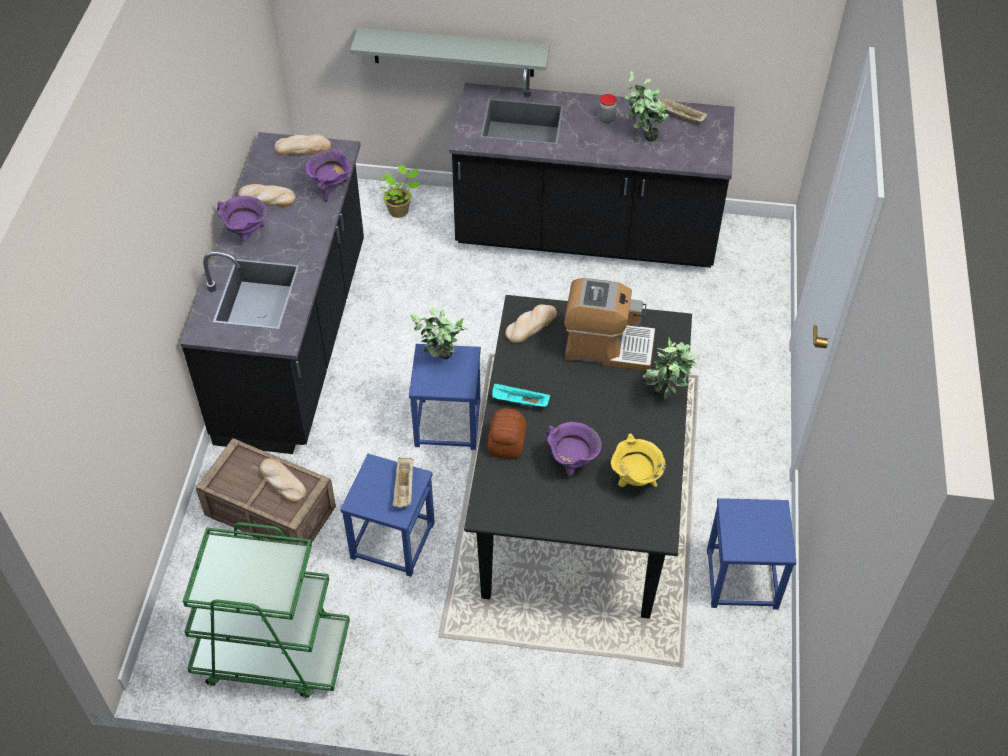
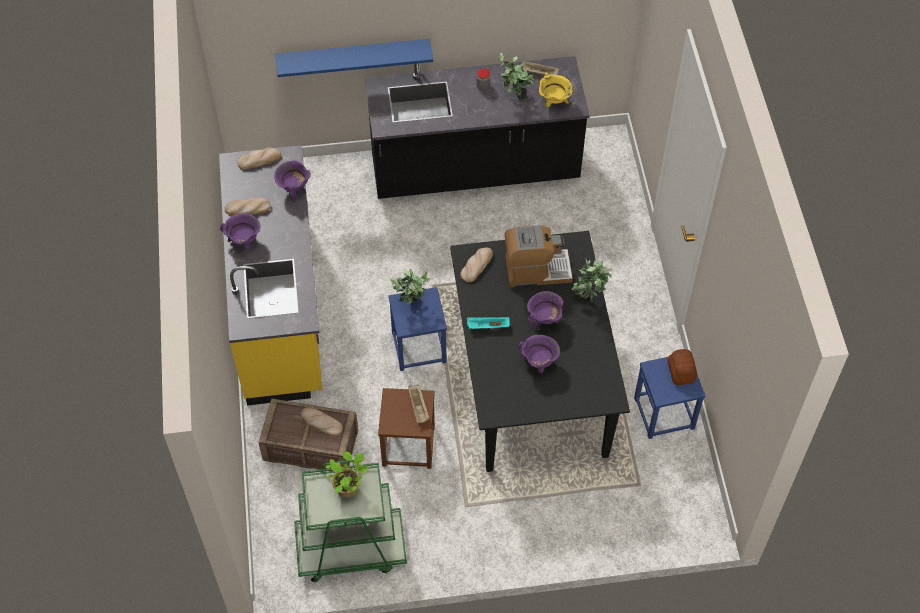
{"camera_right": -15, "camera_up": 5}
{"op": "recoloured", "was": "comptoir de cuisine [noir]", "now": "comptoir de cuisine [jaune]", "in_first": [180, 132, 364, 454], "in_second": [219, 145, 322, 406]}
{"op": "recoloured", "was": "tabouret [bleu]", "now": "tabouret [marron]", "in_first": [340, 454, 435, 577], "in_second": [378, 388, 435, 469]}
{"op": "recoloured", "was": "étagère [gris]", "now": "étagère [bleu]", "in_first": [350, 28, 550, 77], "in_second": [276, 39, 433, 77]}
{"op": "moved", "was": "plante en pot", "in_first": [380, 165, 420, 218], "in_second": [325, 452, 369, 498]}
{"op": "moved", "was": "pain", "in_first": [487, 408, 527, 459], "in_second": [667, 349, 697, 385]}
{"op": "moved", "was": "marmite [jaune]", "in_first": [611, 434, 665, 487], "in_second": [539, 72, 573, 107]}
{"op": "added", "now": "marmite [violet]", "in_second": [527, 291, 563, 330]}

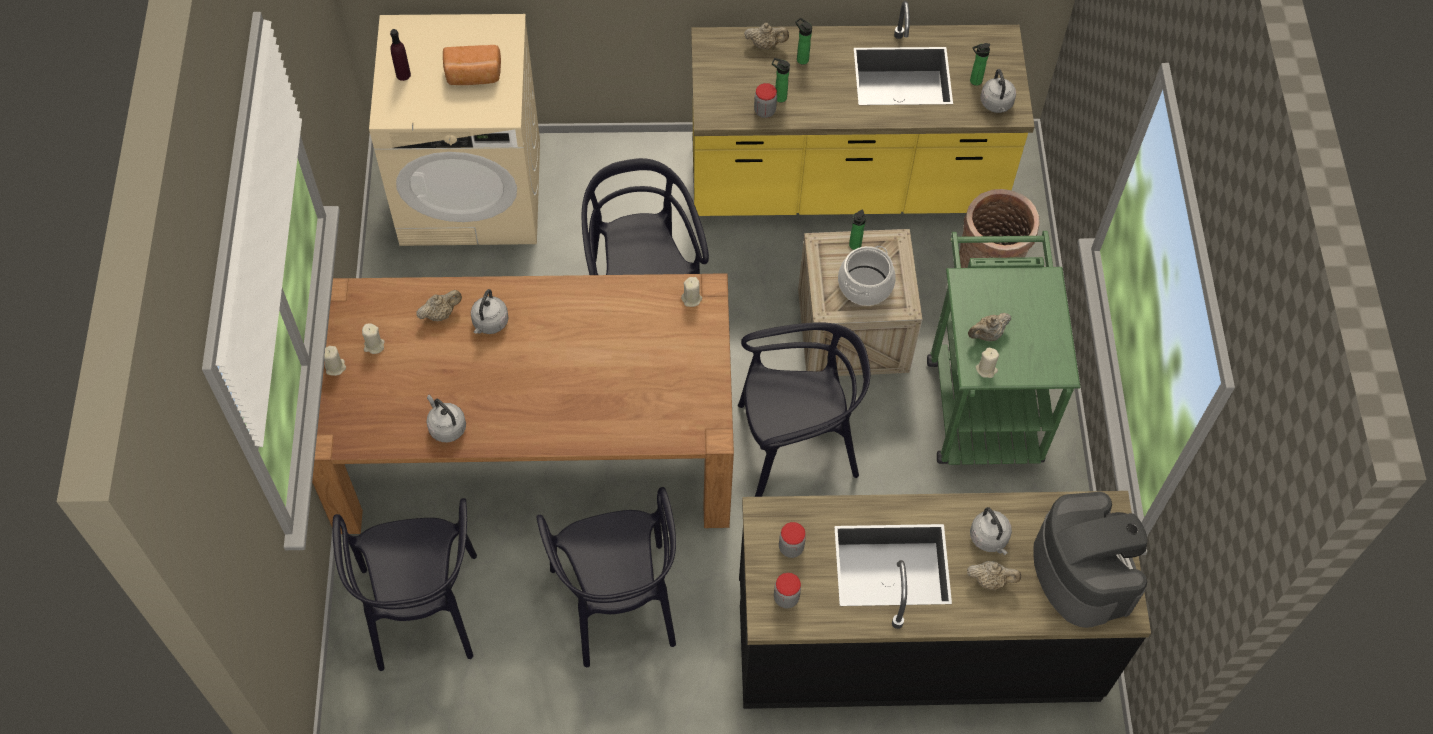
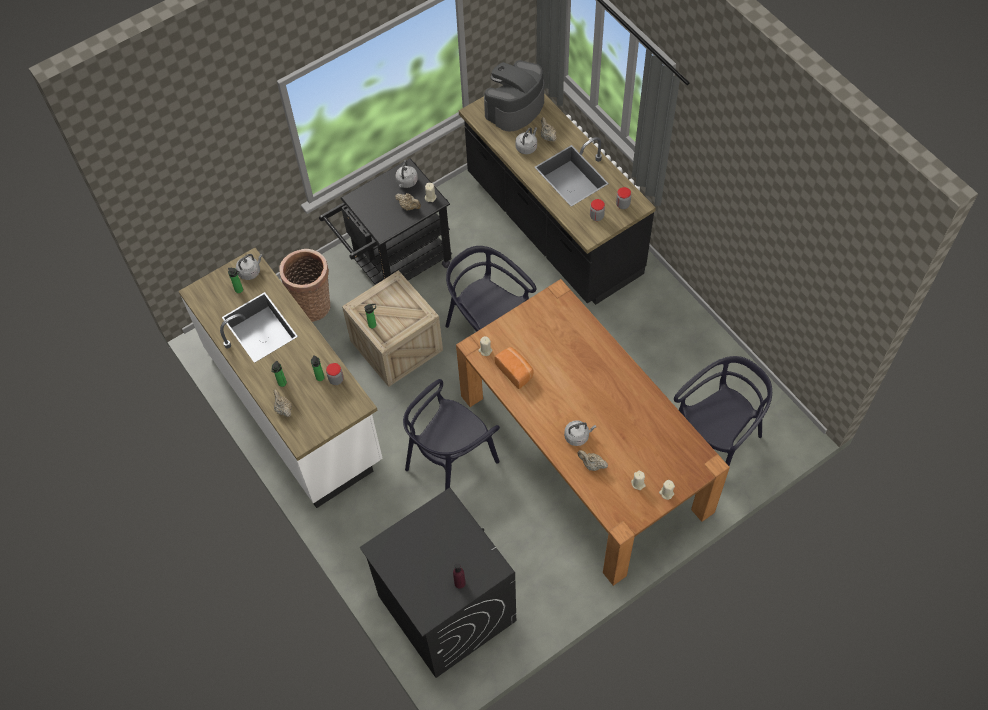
{"camera_right": -120, "camera_up": 0}
{"op": "recoloured", "was": "lave-linge [beige]", "now": "lave-linge [noir]", "in_first": [369, 14, 540, 246], "in_second": [360, 488, 516, 678]}
{"op": "moved", "was": "bouilloire [gris]", "in_first": [426, 395, 466, 442], "in_second": [395, 160, 418, 188]}
{"op": "moved", "was": "pain", "in_first": [443, 45, 501, 85], "in_second": [495, 347, 534, 389]}
{"op": "removed", "was": "chaise [noir]", "in_first": [537, 487, 676, 667]}
{"op": "recoloured", "was": "comptoir de cuisine [jaune]", "now": "comptoir de cuisine [blanc]", "in_first": [691, 1, 1035, 216], "in_second": [179, 248, 383, 508]}
{"op": "removed", "was": "marmite", "in_first": [838, 246, 896, 306]}
{"op": "recoloured", "was": "chariot [vert]", "now": "chariot [noir]", "in_first": [927, 231, 1080, 465], "in_second": [319, 158, 452, 285]}

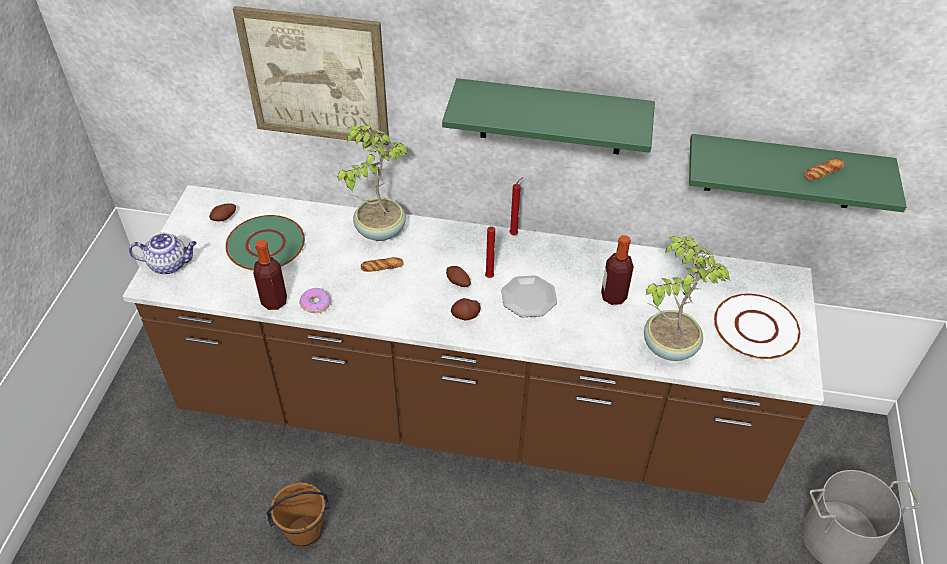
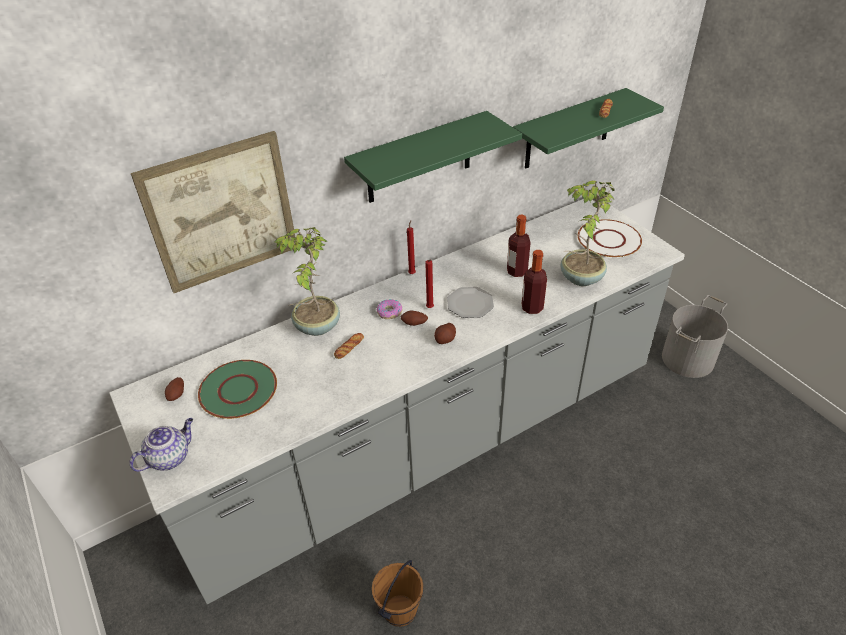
{"camera_right": -40, "camera_up": -5}
{"op": "recoloured", "was": "comptoir de cuisine [marron]", "now": "comptoir de cuisine [gris]", "in_first": [123, 185, 824, 503], "in_second": [109, 199, 685, 604]}
{"op": "moved", "was": "bouteille", "in_first": [253, 240, 287, 310], "in_second": [522, 250, 547, 314]}
{"op": "moved", "was": "beignet", "in_first": [299, 288, 331, 313], "in_second": [377, 299, 402, 319]}

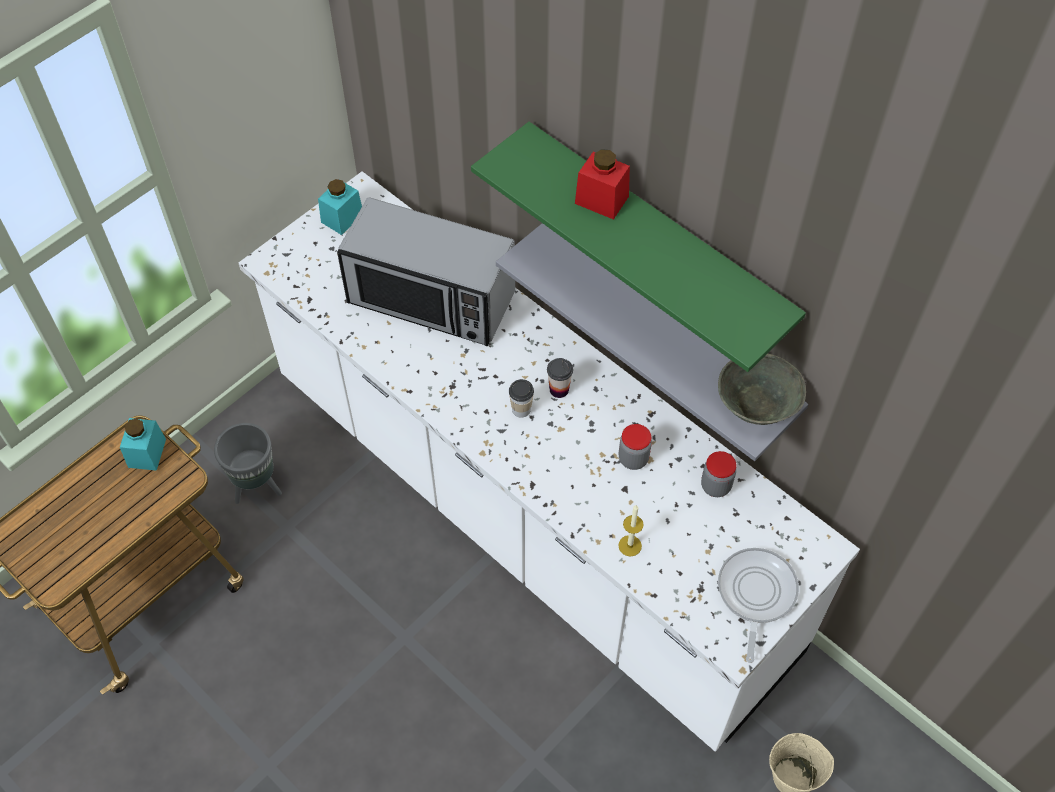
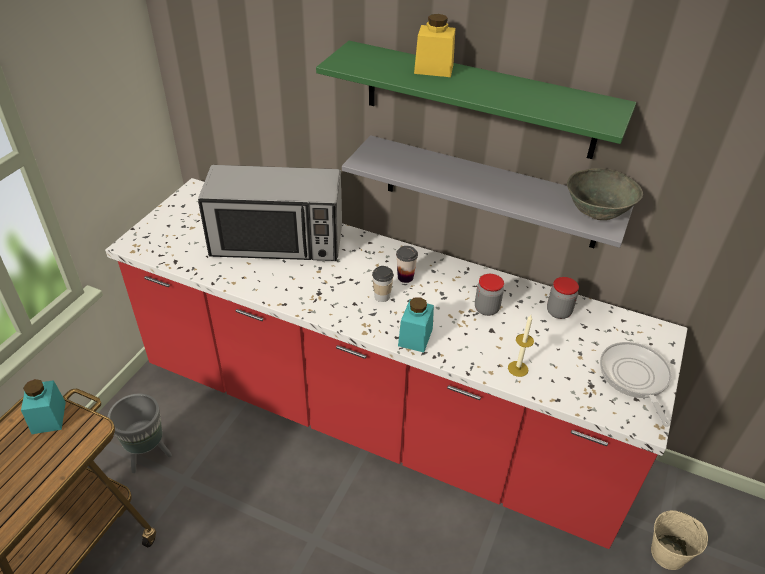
{"camera_right": -20, "camera_up": -15}
{"op": "recoloured", "was": "comptoir de cuisine [blanc]", "now": "comptoir de cuisine [rouge]", "in_first": [239, 171, 860, 752], "in_second": [105, 178, 688, 549]}
{"op": "moved", "was": "bocal [turquoise]", "in_first": [318, 179, 362, 235], "in_second": [398, 297, 434, 353]}
{"op": "recoloured", "was": "bocal [rouge]", "now": "bocal [jaune]", "in_first": [575, 149, 630, 220], "in_second": [414, 14, 455, 77]}

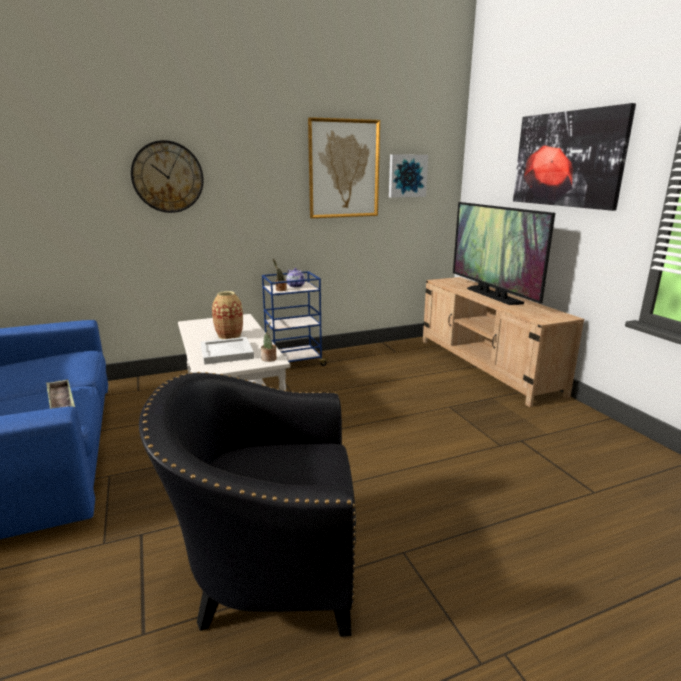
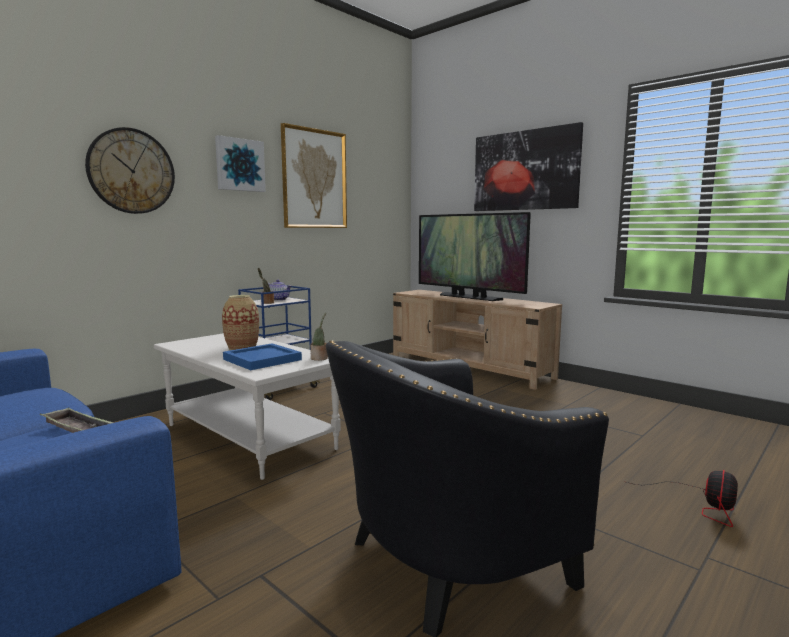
{"camera_right": -25, "camera_up": -10}
{"op": "recoloured", "was": "plateau [blanc]", "now": "plateau [bleu]", "in_first": [201, 337, 254, 365], "in_second": [223, 343, 302, 370]}
{"op": "moved", "was": "tableau", "in_first": [389, 154, 428, 198], "in_second": [215, 135, 266, 192]}
{"op": "added", "now": "ventilateur", "in_second": [627, 470, 738, 527]}

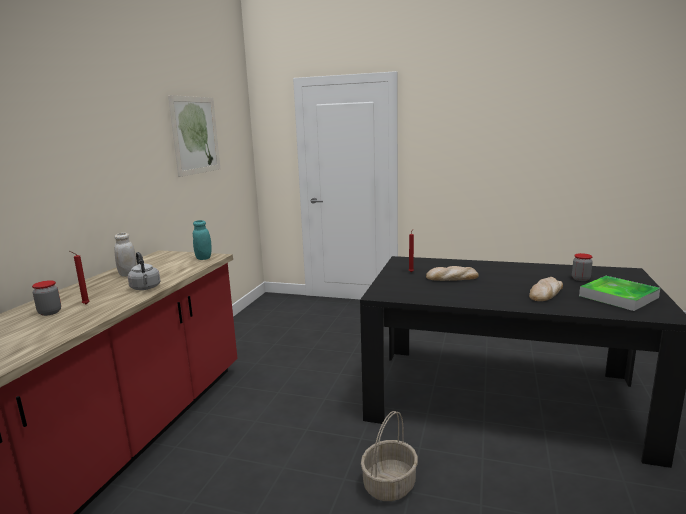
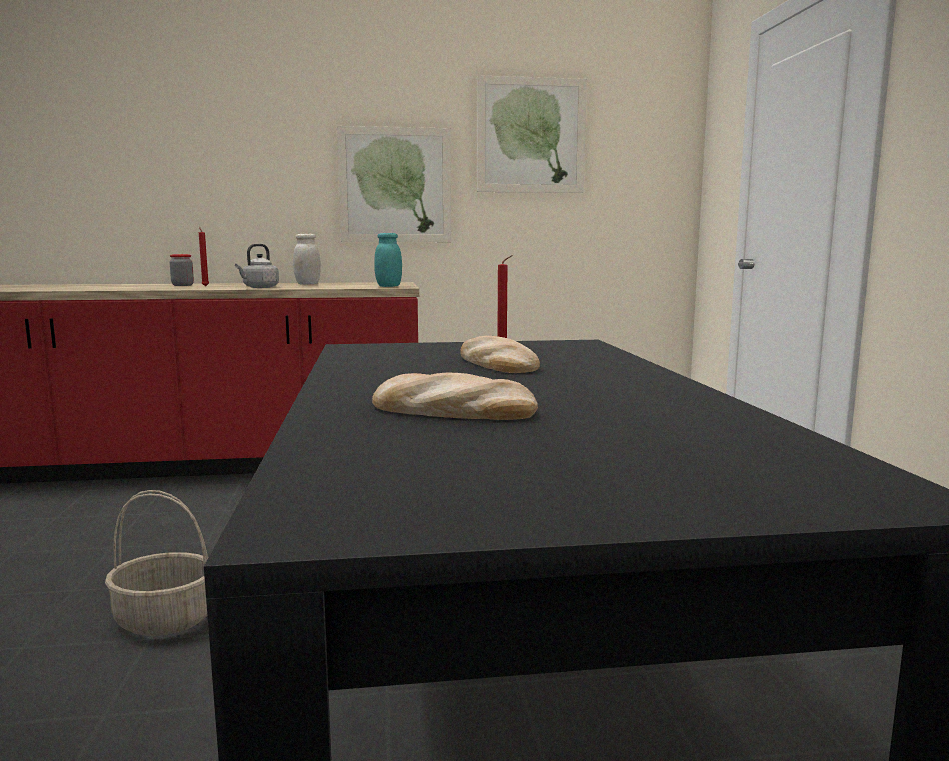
{"camera_right": 65, "camera_up": -5}
{"op": "removed", "was": "bocal", "in_first": [572, 253, 593, 281]}
{"op": "removed", "was": "plateau", "in_first": [579, 276, 660, 311]}
{"op": "added", "now": "tableau", "in_second": [337, 126, 451, 242]}

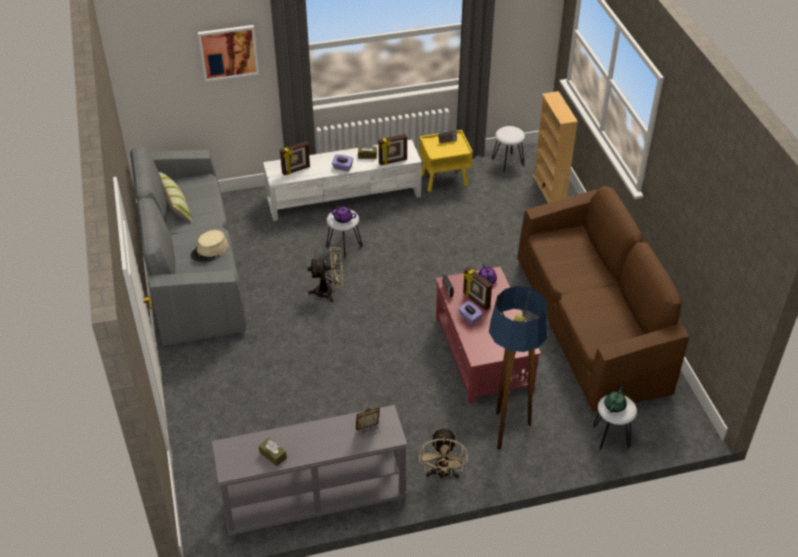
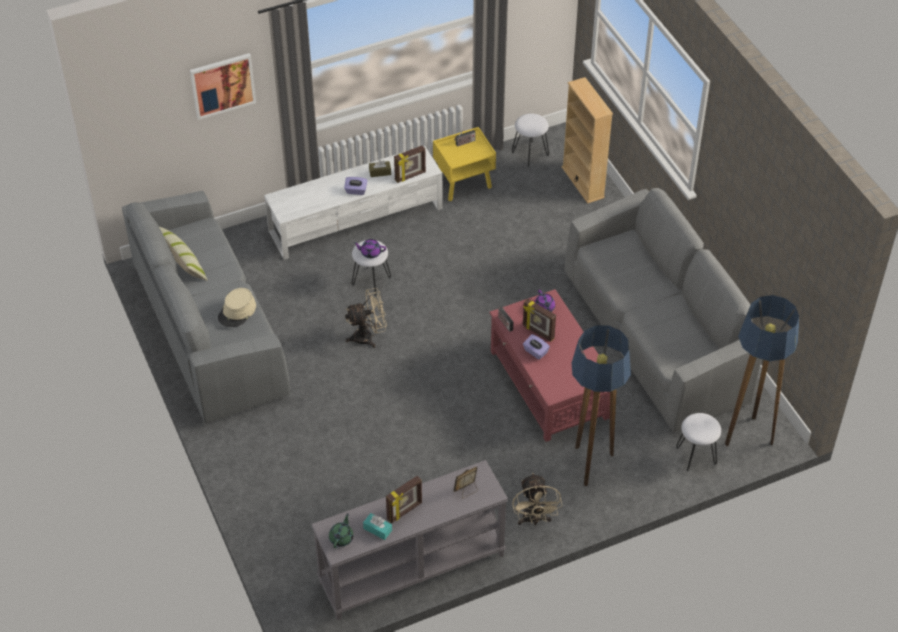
{"camera_right": -10, "camera_up": 5}
{"op": "recoloured", "was": "boîte à mouchoirs [marron]", "now": "boîte à mouchoirs [turquoise]", "in_first": [259, 438, 287, 466], "in_second": [363, 513, 392, 540]}
{"op": "moved", "was": "cadre photo", "in_first": [280, 141, 310, 175], "in_second": [386, 476, 422, 523]}
{"op": "recoloured", "was": "canapé [marron]", "now": "canapé [gris]", "in_first": [518, 186, 689, 411], "in_second": [564, 188, 762, 432]}
{"op": "moved", "was": "théière [vert]", "in_first": [604, 384, 627, 413], "in_second": [329, 513, 354, 548]}
{"op": "added", "now": "lampadaire", "in_second": [725, 295, 799, 446]}

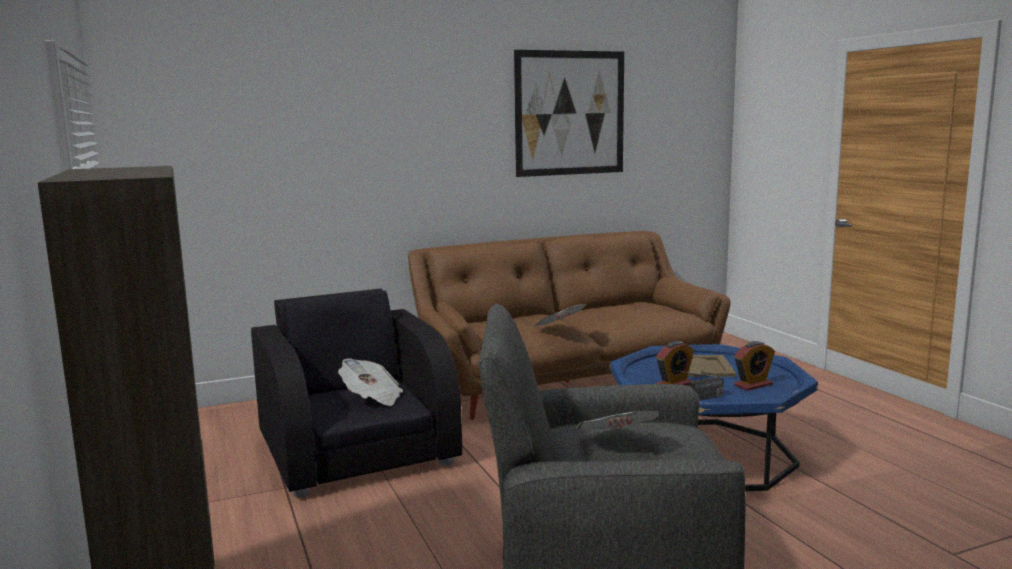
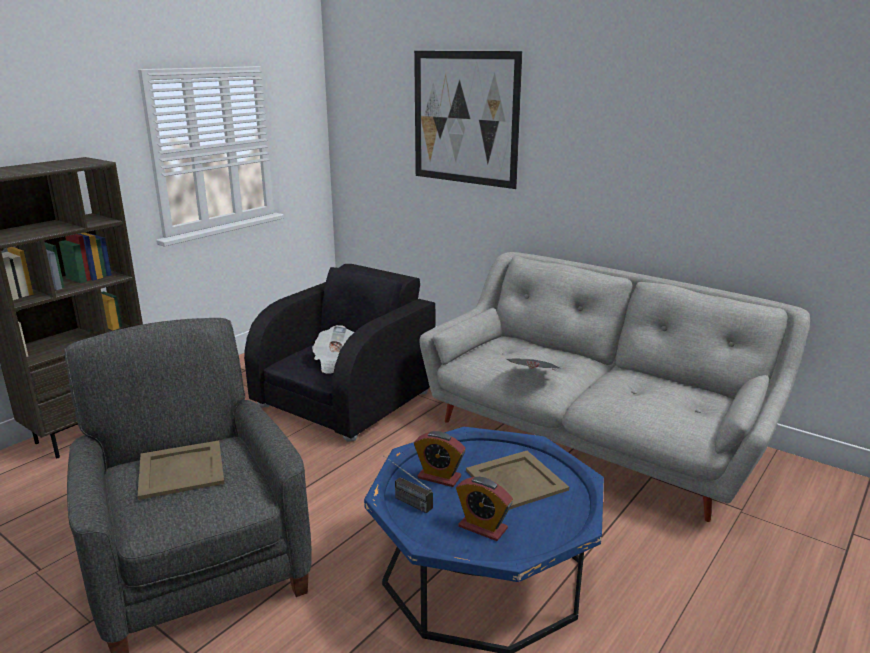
{"camera_right": 60, "camera_up": 10}
{"op": "recoloured", "was": "canapé [marron]", "now": "canapé [gris]", "in_first": [408, 231, 730, 420], "in_second": [419, 252, 810, 522]}
{"op": "moved", "was": "tableau", "in_first": [514, 50, 624, 177], "in_second": [414, 51, 522, 189]}
{"op": "replaced", "was": "journal", "now": "plateau [beige]", "in_first": [576, 410, 659, 431], "in_second": [138, 440, 225, 500]}

